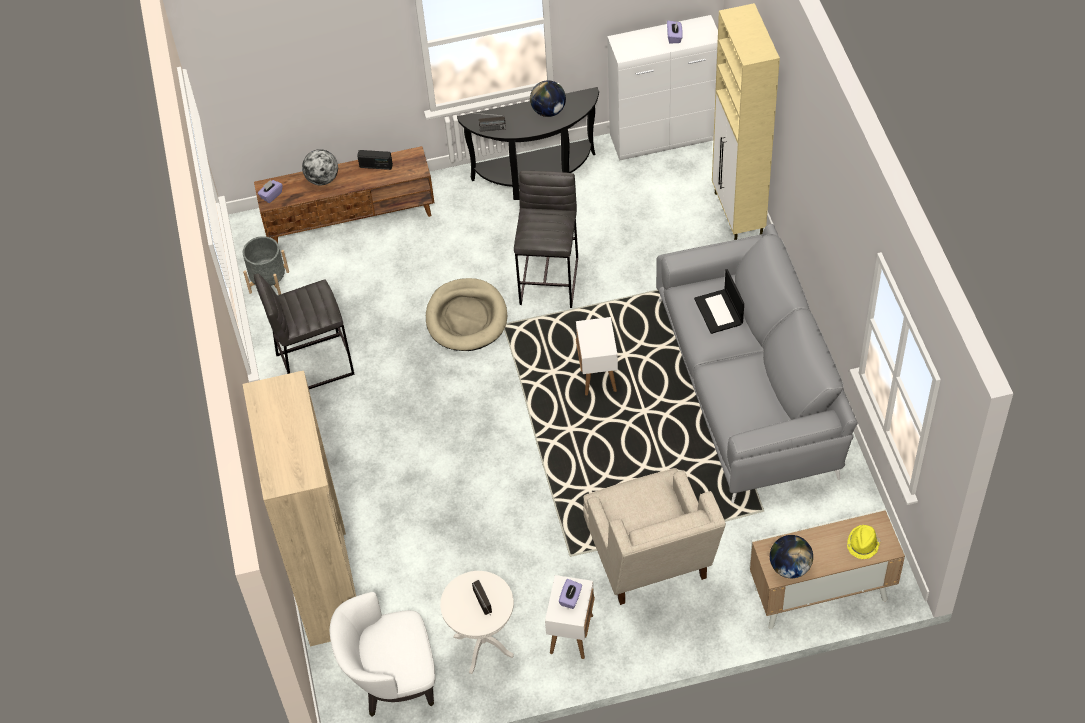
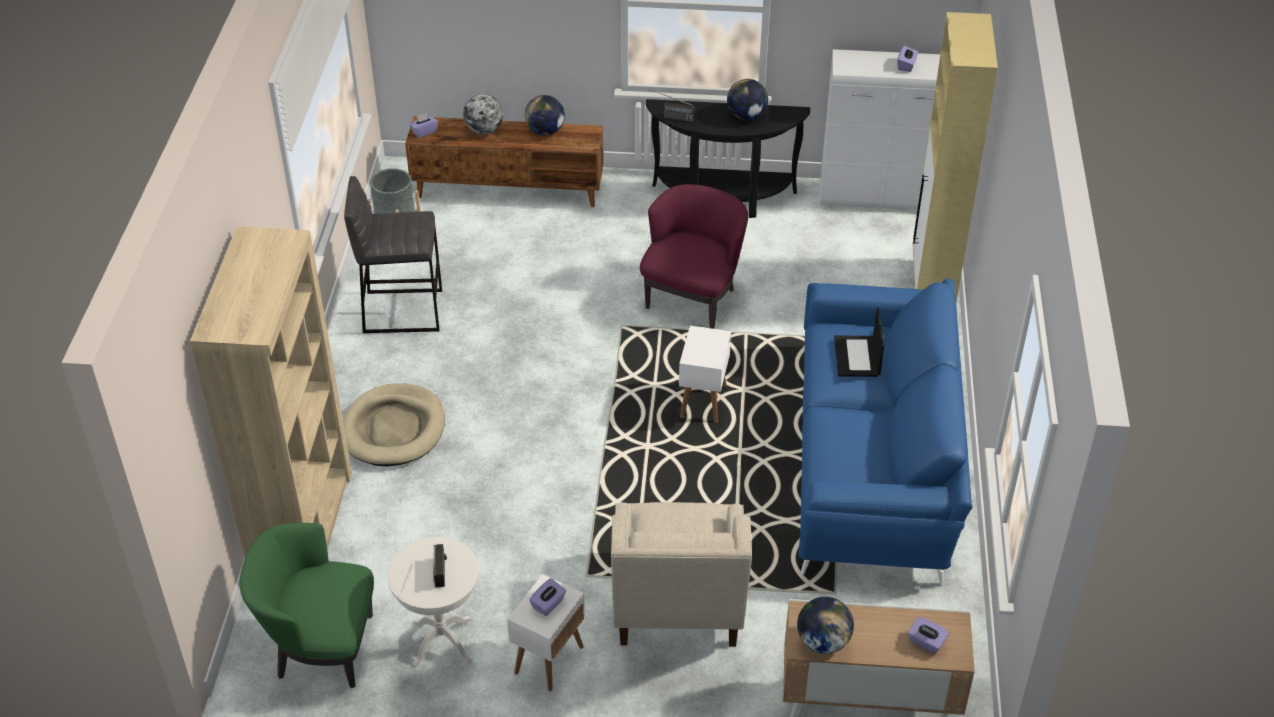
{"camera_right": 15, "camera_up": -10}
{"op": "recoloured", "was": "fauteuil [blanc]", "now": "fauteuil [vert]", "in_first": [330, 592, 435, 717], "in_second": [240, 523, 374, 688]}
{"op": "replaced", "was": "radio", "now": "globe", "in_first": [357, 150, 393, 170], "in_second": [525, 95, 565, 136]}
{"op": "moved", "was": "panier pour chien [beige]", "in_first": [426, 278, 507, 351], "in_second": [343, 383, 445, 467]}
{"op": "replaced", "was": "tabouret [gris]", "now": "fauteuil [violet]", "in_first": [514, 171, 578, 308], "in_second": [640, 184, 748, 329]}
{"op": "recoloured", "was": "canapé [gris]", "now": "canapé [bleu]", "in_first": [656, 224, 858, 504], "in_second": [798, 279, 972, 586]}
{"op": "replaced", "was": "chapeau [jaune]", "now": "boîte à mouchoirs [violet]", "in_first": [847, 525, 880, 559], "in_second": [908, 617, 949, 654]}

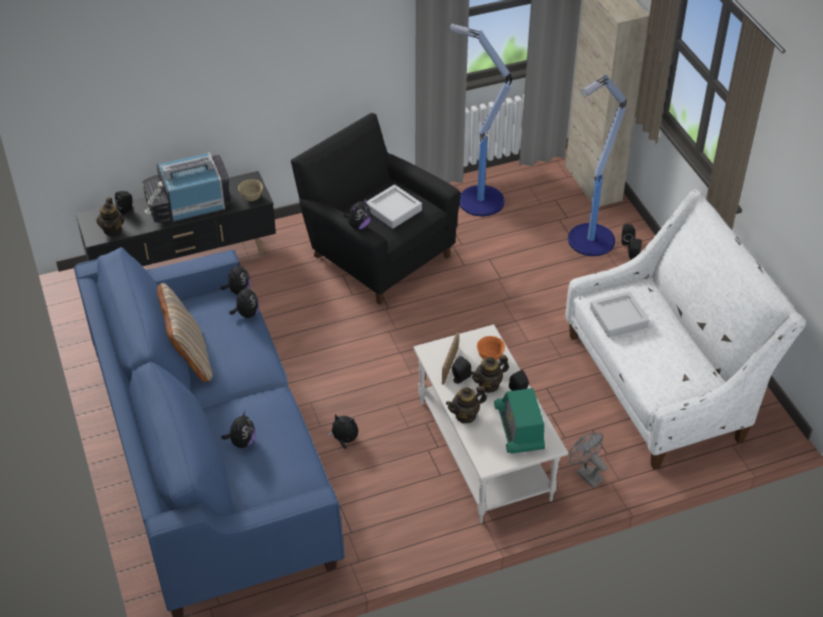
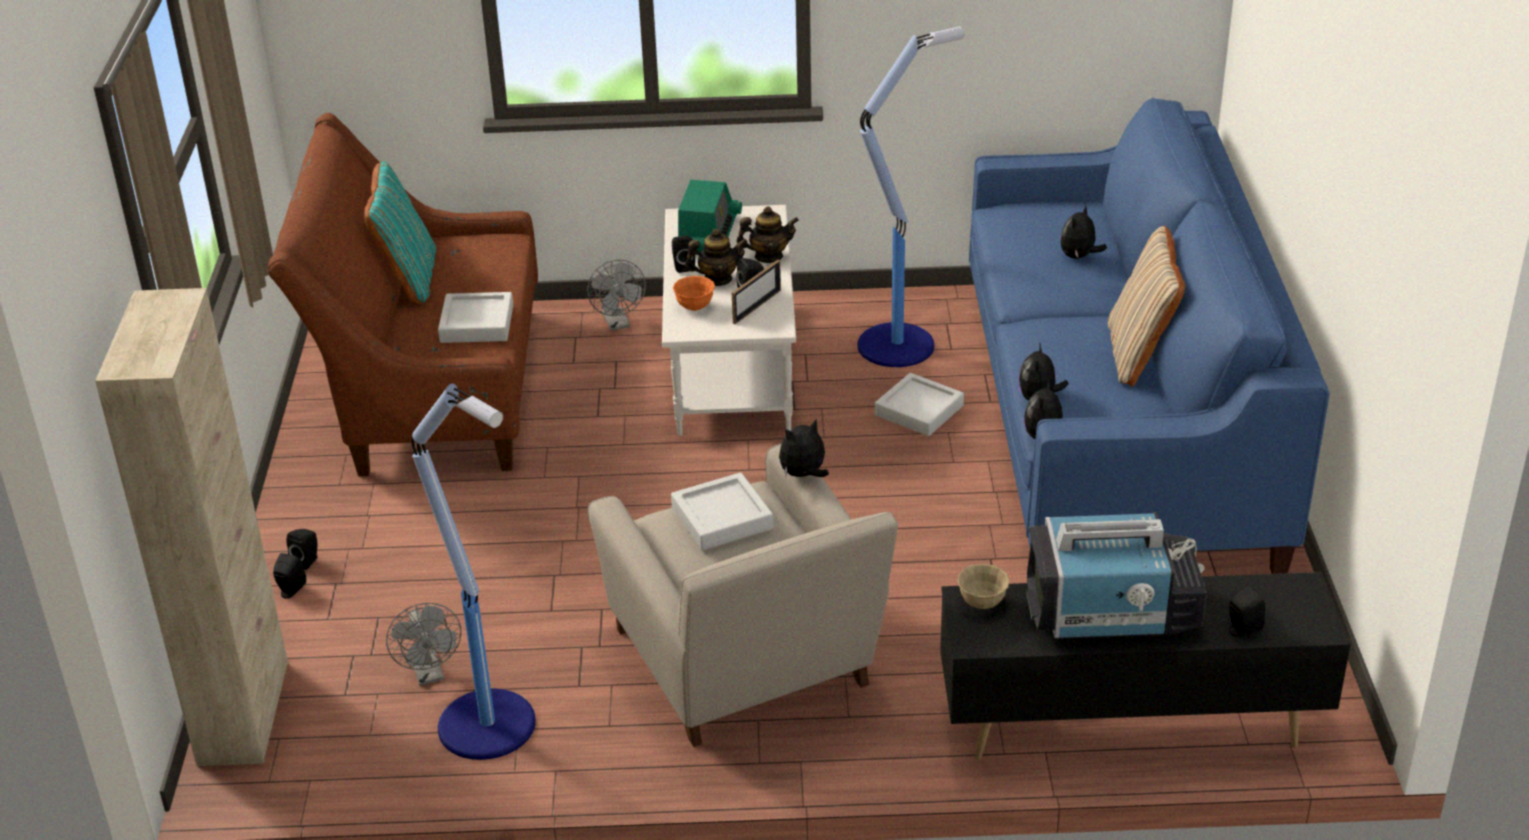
{"camera_right": -160, "camera_up": -10}
{"op": "removed", "was": "théière", "in_first": [96, 197, 124, 236]}
{"op": "recoloured", "was": "fauteuil [noir]", "now": "fauteuil [beige]", "in_first": [291, 113, 461, 305], "in_second": [587, 443, 898, 747]}
{"op": "replaced", "was": "peluche", "now": "plateau [gris]", "in_first": [327, 414, 358, 449], "in_second": [875, 373, 964, 436]}
{"op": "recoloured", "was": "canapé [blanc]", "now": "canapé [marron]", "in_first": [565, 189, 806, 470], "in_second": [267, 113, 538, 476]}
{"op": "moved", "was": "lampadaire", "in_first": [568, 75, 626, 256], "in_second": [858, 26, 964, 367]}
{"op": "added", "now": "coussin [turquoise]", "in_second": [364, 161, 436, 304]}
{"op": "added", "now": "ventilateur [gris]", "in_second": [386, 603, 462, 686]}

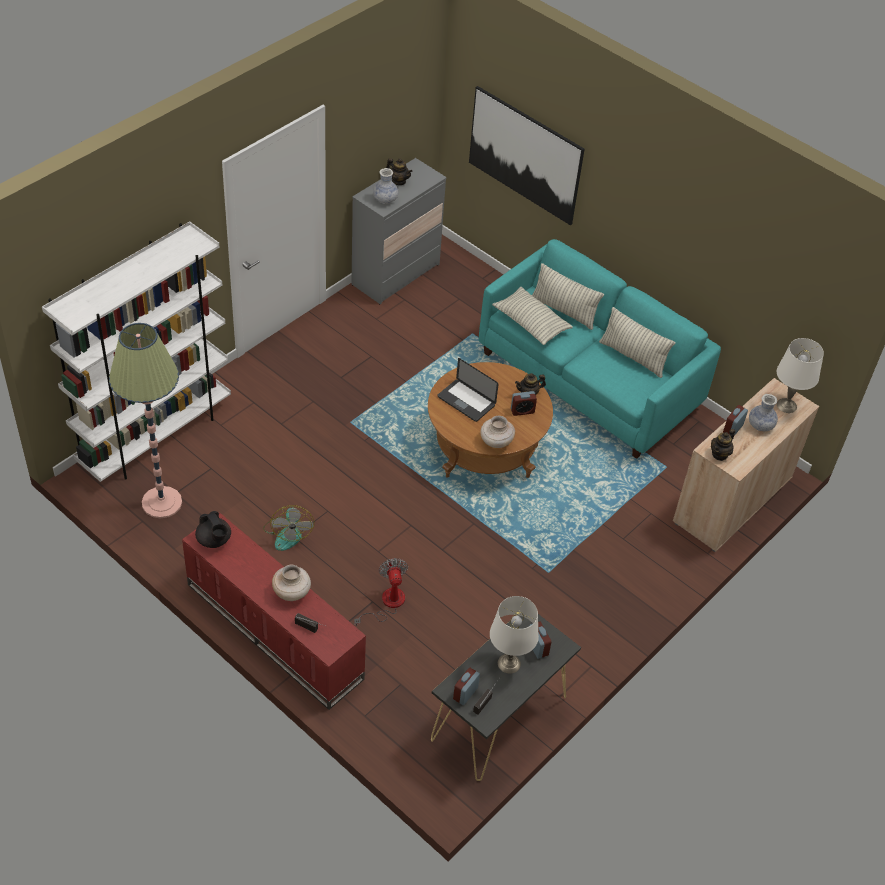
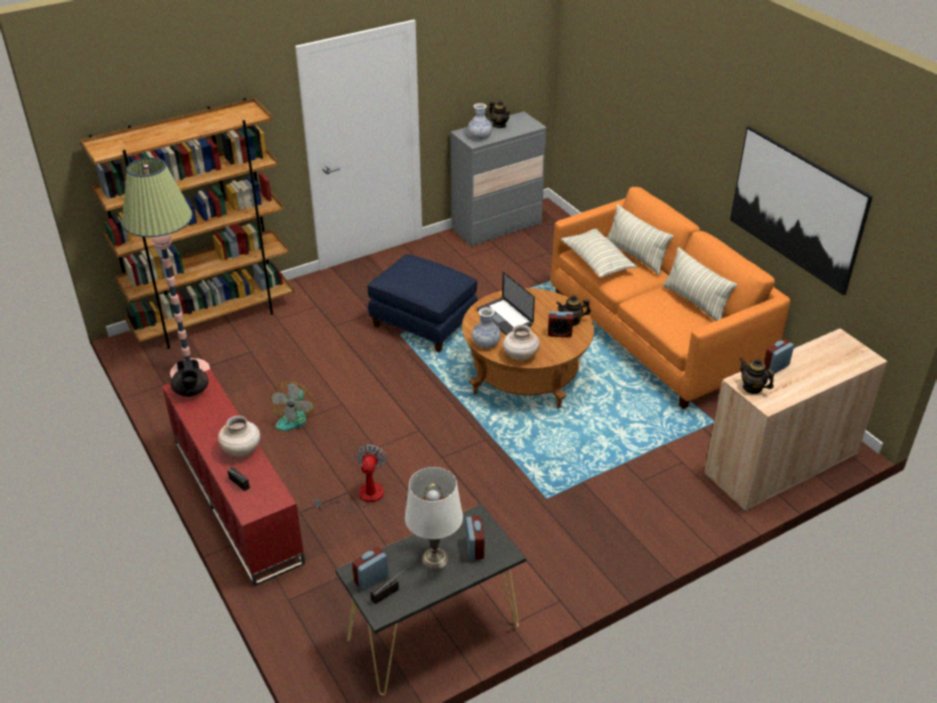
{"camera_right": 20, "camera_up": -10}
{"op": "recoloured", "was": "bibliothèque [blanc]", "now": "bibliothèque [marron]", "in_first": [42, 221, 231, 482], "in_second": [80, 98, 294, 349]}
{"op": "moved", "was": "tableau", "in_first": [469, 86, 585, 225], "in_second": [730, 126, 873, 295]}
{"op": "recoloured", "was": "canapé [turquoise]", "now": "canapé [orange]", "in_first": [479, 239, 721, 459], "in_second": [551, 187, 790, 409]}
{"op": "turned", "was": "théière", "in_first": [711, 429, 735, 461], "in_second": [740, 358, 774, 394], "clockwise": 75}
{"op": "moved", "was": "vase", "in_first": [749, 394, 778, 431], "in_second": [472, 307, 501, 348]}
{"op": "removed", "was": "lampe de table [blanc]", "in_first": [777, 338, 824, 413]}
{"op": "added", "now": "pouf [bleu]", "in_second": [367, 254, 478, 352]}

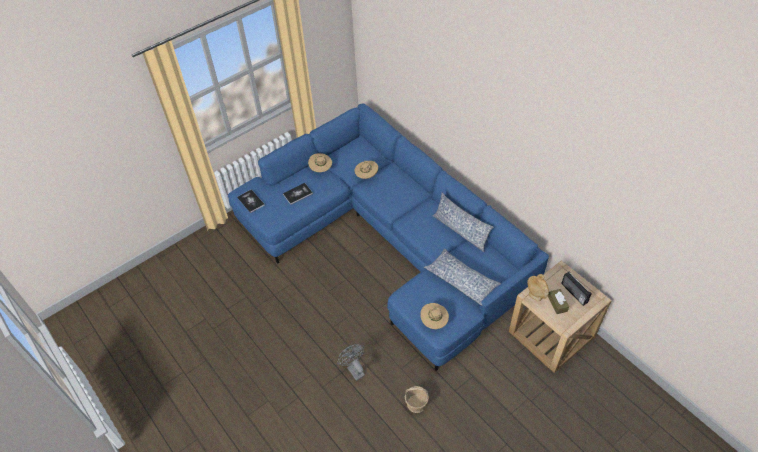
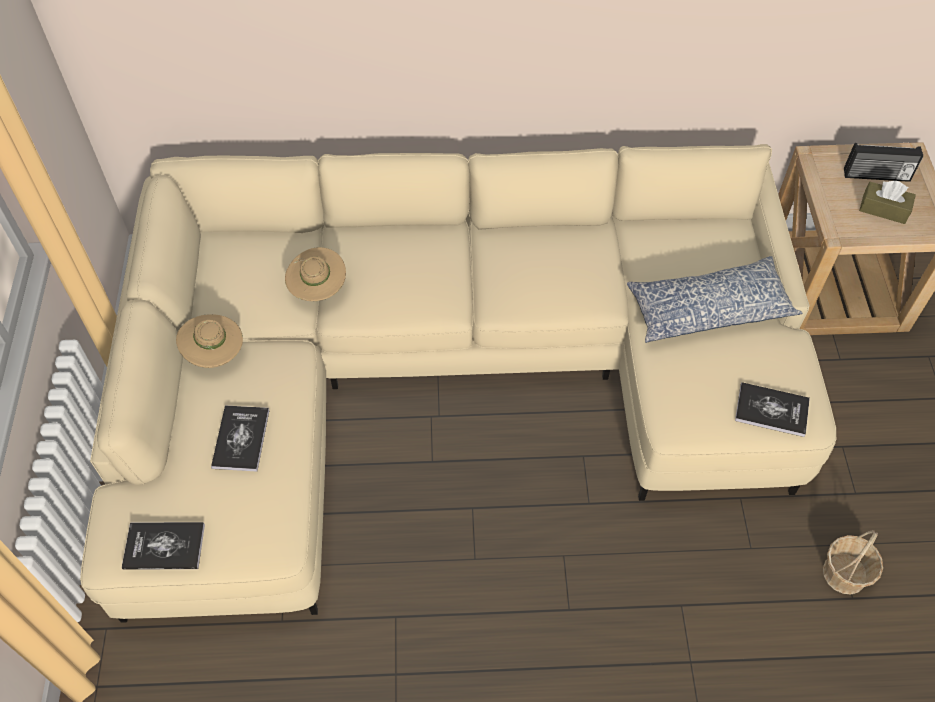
{"camera_right": -55, "camera_up": 5}
{"op": "recoloured", "was": "canapé [bleu]", "now": "canapé [beige]", "in_first": [228, 103, 549, 371], "in_second": [80, 144, 836, 623]}
{"op": "removed", "was": "ventilateur [gris]", "in_first": [337, 344, 365, 381]}
{"op": "replaced", "was": "chapeau [beige]", "now": "livre", "in_first": [420, 303, 449, 329], "in_second": [735, 382, 810, 437]}
{"op": "removed", "was": "coussin", "in_first": [433, 193, 493, 252]}
{"op": "removed", "was": "vase [beige]", "in_first": [527, 274, 549, 301]}

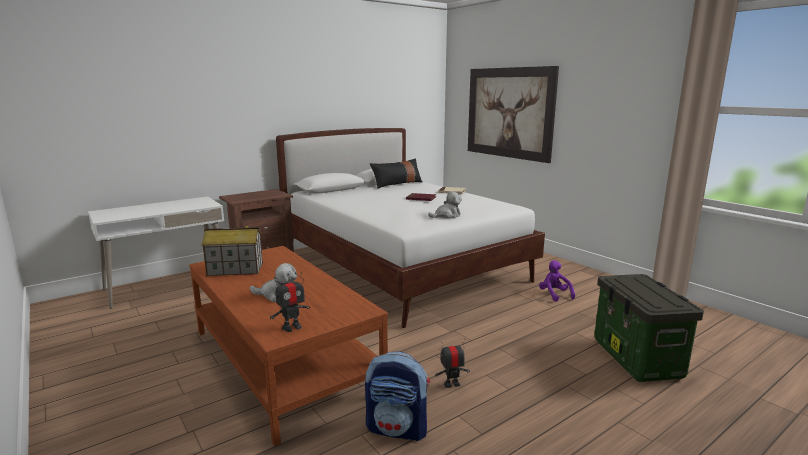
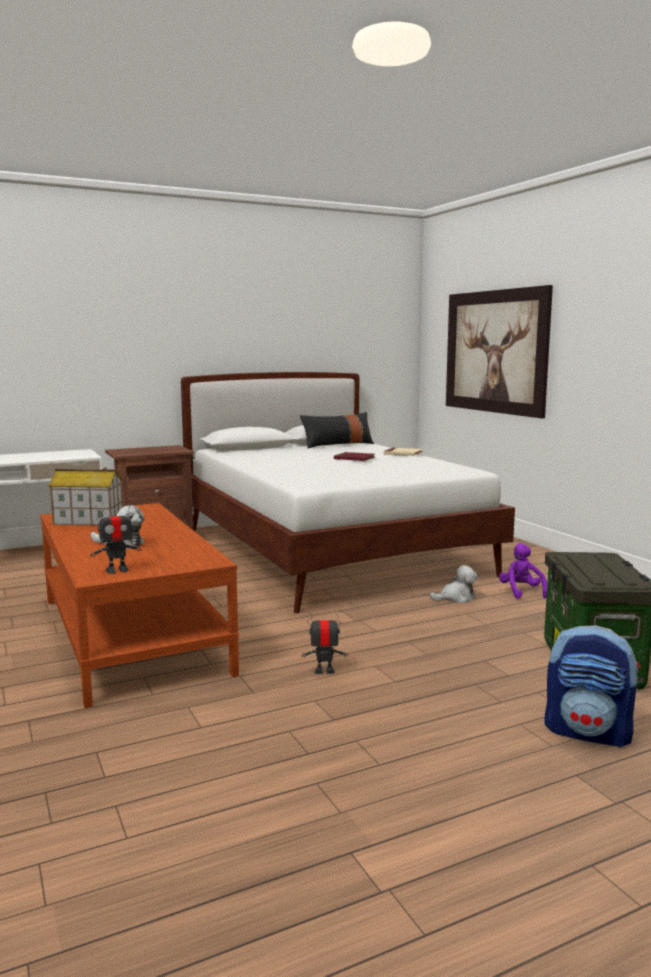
{"camera_right": 10, "camera_up": -5}
{"op": "moved", "was": "sac à dos", "in_first": [365, 351, 430, 441], "in_second": [544, 625, 641, 748]}
{"op": "moved", "was": "peluche", "in_first": [428, 192, 462, 219], "in_second": [430, 565, 478, 603]}

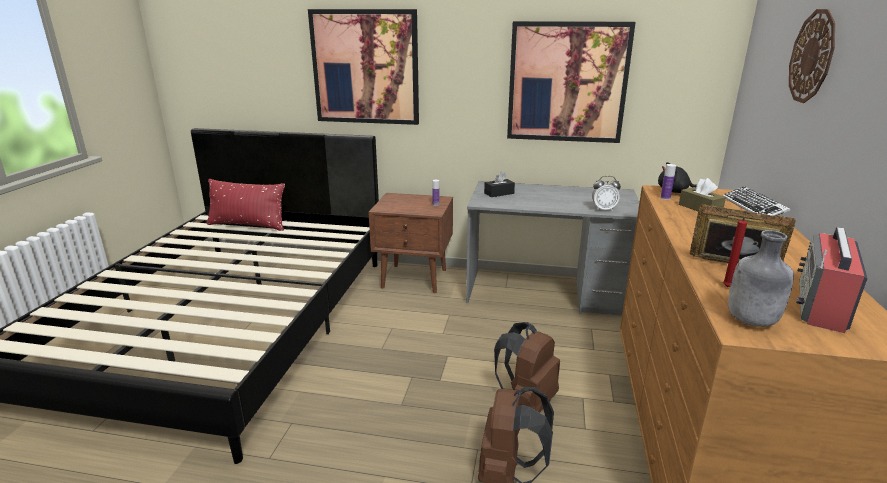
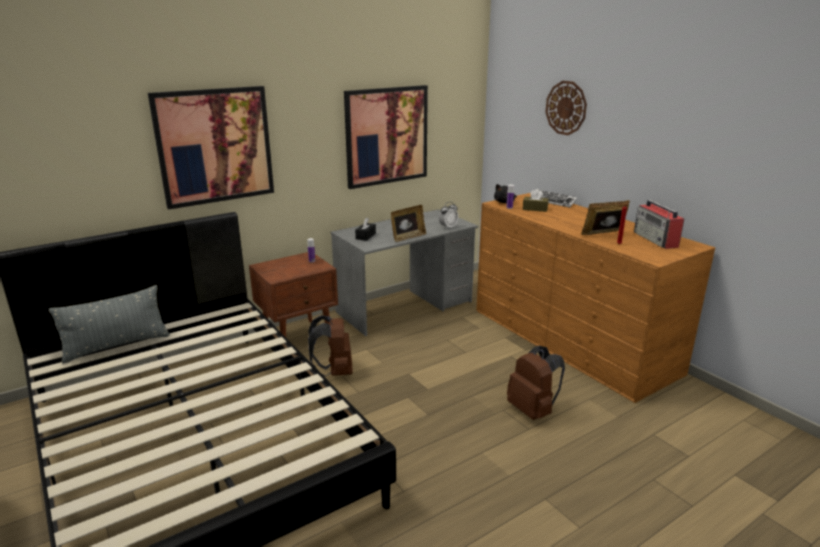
{"camera_right": -45, "camera_up": 0}
{"op": "recoloured", "was": "coussin [rouge]", "now": "coussin [gris]", "in_first": [207, 179, 285, 231], "in_second": [49, 285, 170, 364]}
{"op": "moved", "was": "sac à dos [marron]", "in_first": [494, 322, 560, 413], "in_second": [308, 316, 353, 376]}
{"op": "removed", "was": "bouteille [gris]", "in_first": [728, 230, 794, 327]}
{"op": "added", "now": "cadre photo", "in_second": [391, 205, 426, 242]}

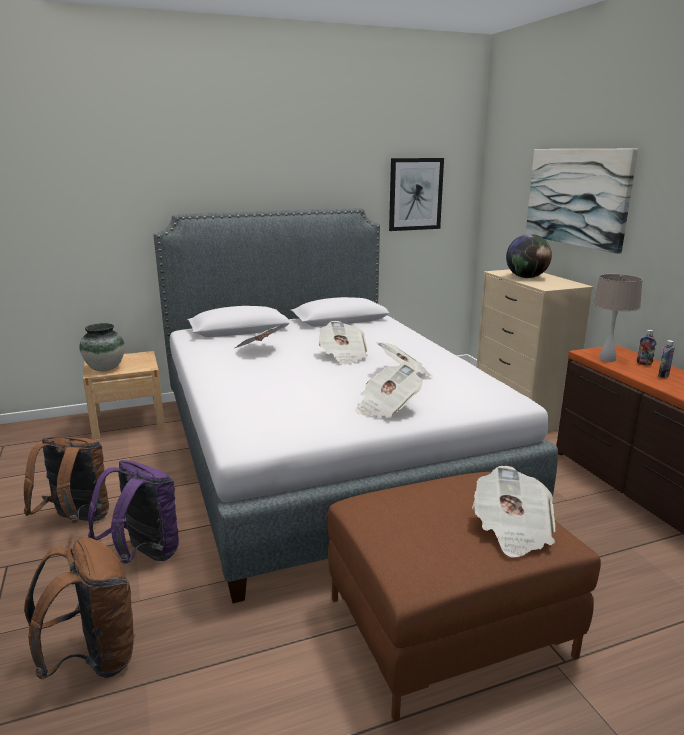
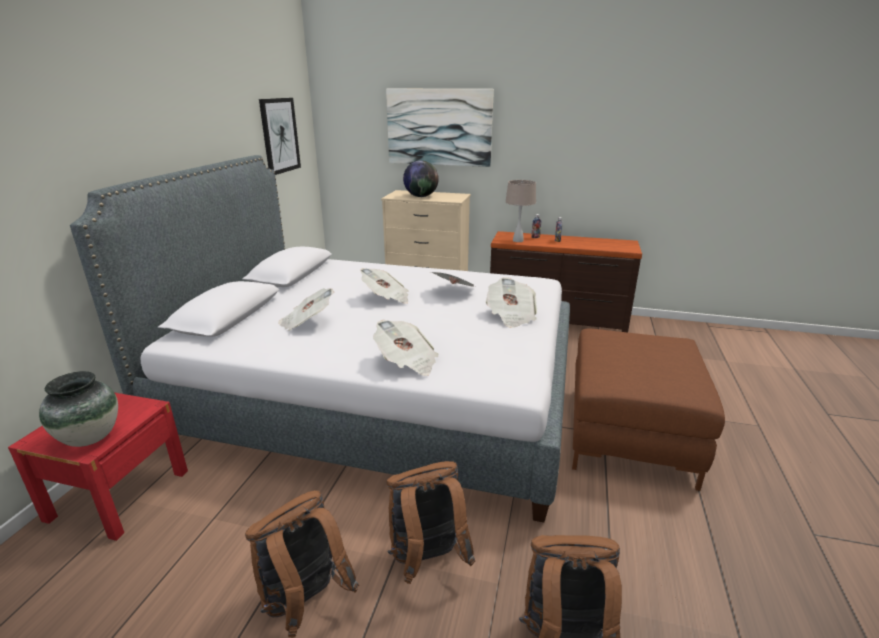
{"camera_right": -55, "camera_up": 5}
{"op": "recoloured", "was": "table de chevet [beige]", "now": "table de chevet [rouge]", "in_first": [83, 351, 165, 440], "in_second": [8, 392, 188, 541]}
{"op": "recoloured", "was": "sac à dos [violet]", "now": "sac à dos [marron]", "in_first": [88, 460, 179, 563], "in_second": [387, 461, 475, 584]}
{"op": "moved", "was": "journal", "in_first": [472, 466, 555, 558], "in_second": [373, 320, 439, 376]}

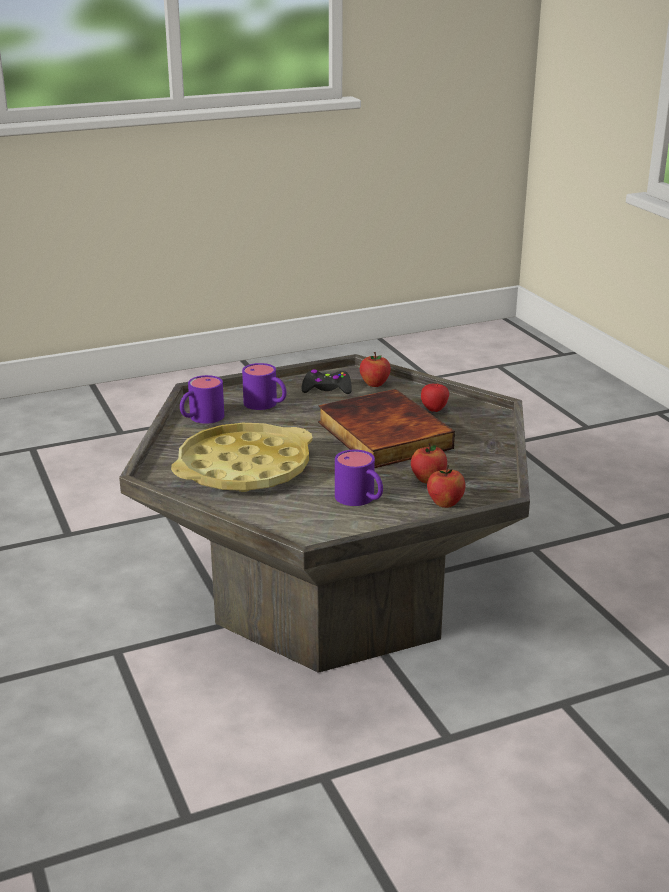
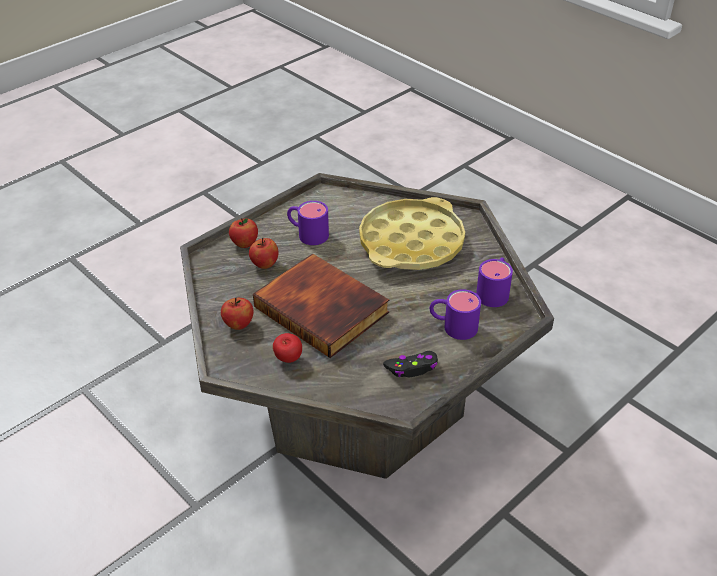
{"camera_right": 160, "camera_up": 15}
{"op": "moved", "was": "pomme", "in_first": [360, 352, 391, 387], "in_second": [221, 297, 253, 330]}

